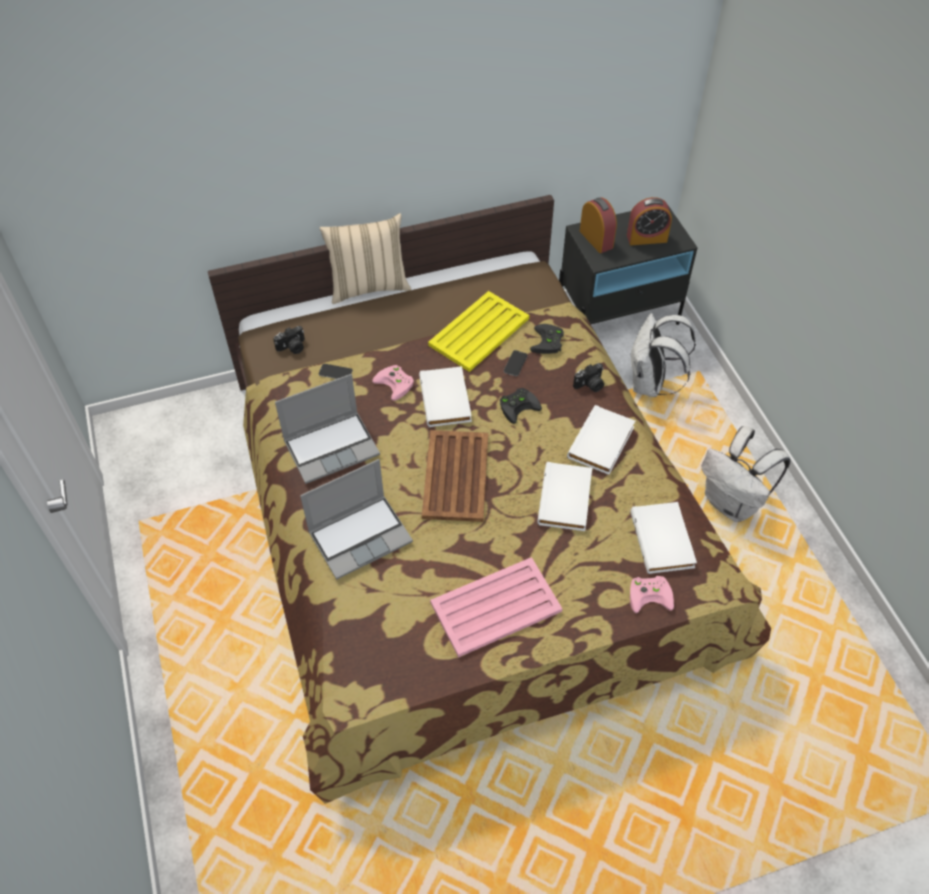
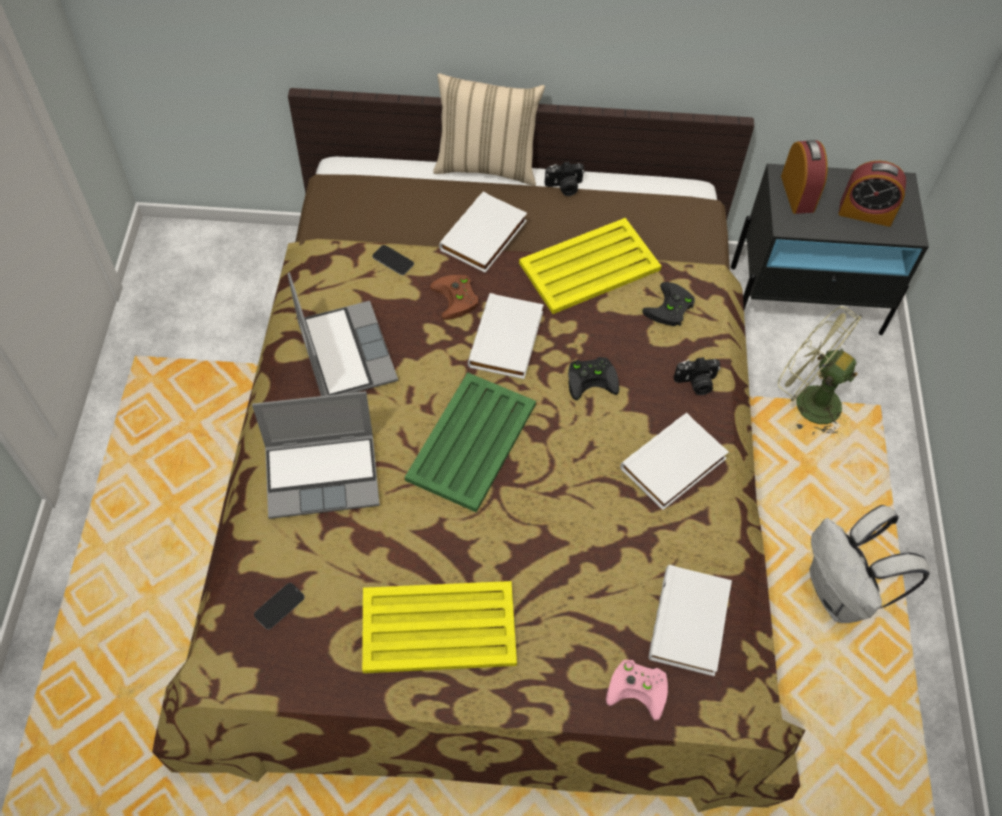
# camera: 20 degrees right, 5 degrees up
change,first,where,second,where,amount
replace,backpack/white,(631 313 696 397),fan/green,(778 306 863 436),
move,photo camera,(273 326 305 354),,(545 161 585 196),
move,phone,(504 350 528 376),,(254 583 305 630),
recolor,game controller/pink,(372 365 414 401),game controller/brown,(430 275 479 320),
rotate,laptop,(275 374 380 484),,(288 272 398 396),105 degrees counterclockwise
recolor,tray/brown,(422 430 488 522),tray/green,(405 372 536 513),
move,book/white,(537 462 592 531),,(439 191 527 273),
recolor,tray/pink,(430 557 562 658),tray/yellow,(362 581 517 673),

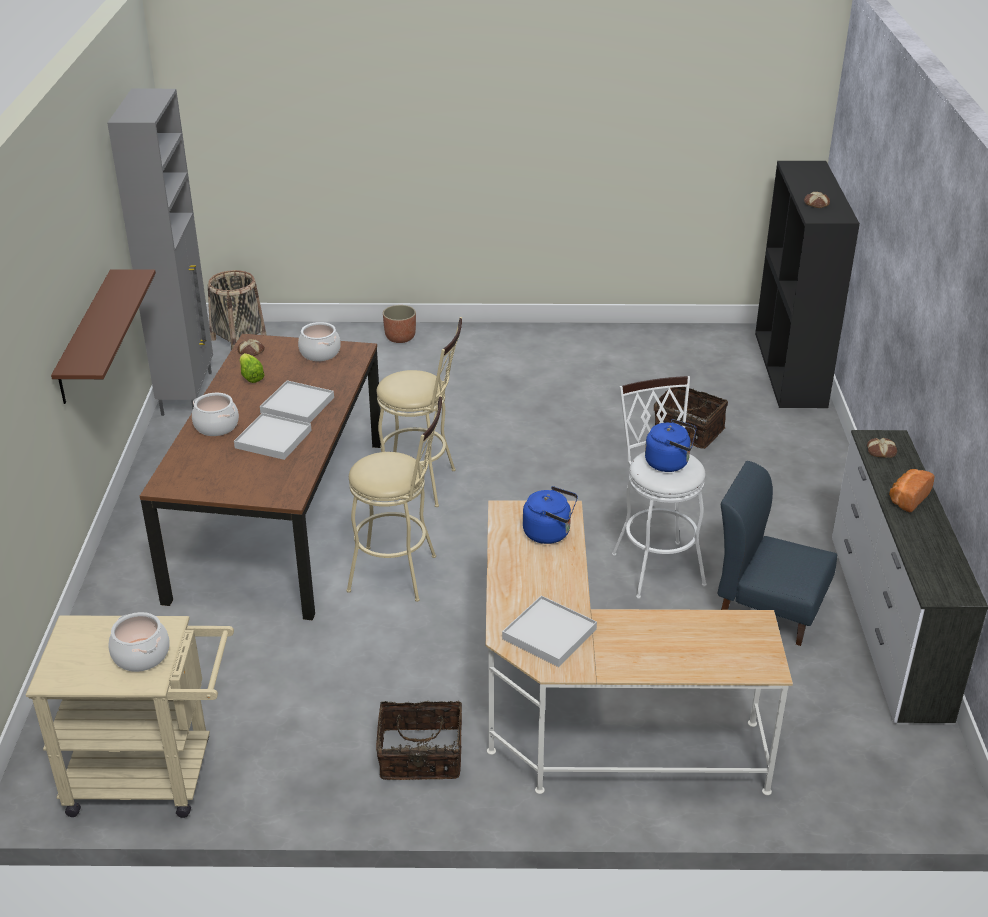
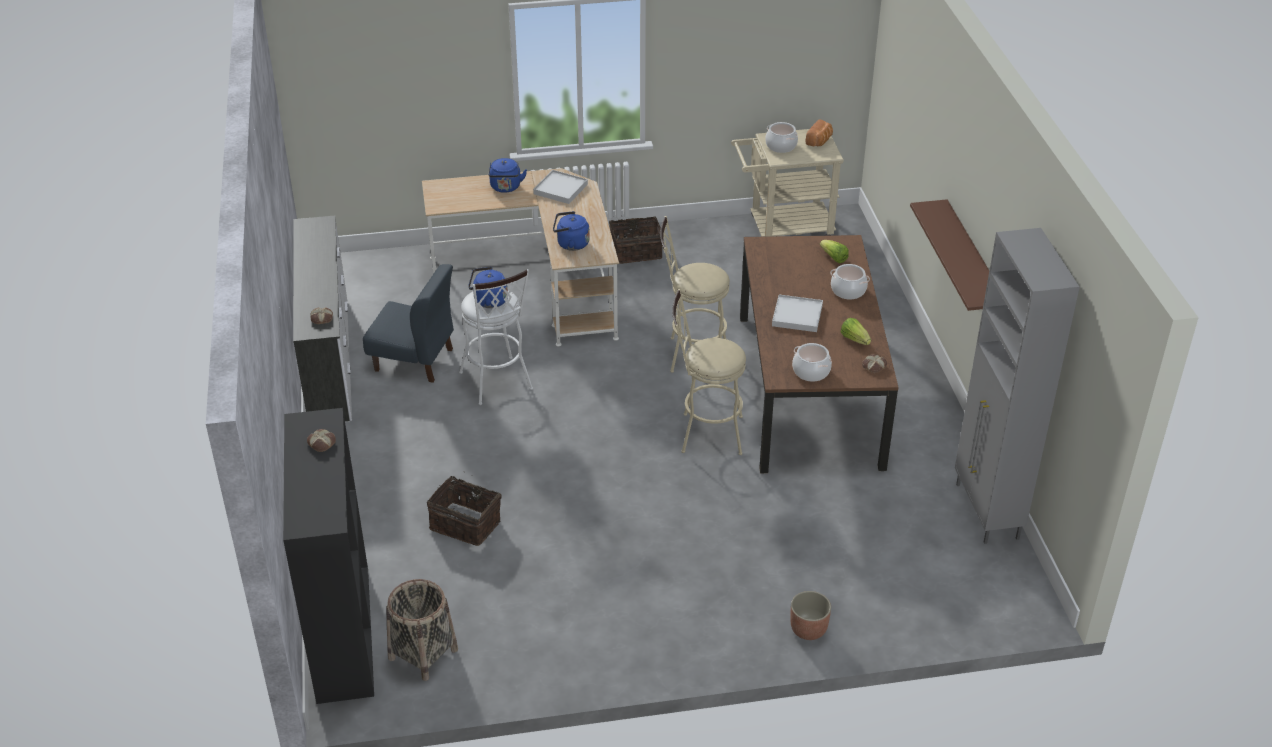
# camera: 170 degrees right, 5 degrees up
change,first,where,second,where,amount
move,basket,(208 270 266 350),,(386 579 458 681),
delete,tray/white,(234 413 312 460),,,
move,bread,(889 469 935 512),,(806 119 833 146),
insert,,,kettle/blue,(489 158 527 193),
insert,,,lettuce,(820 240 849 263),

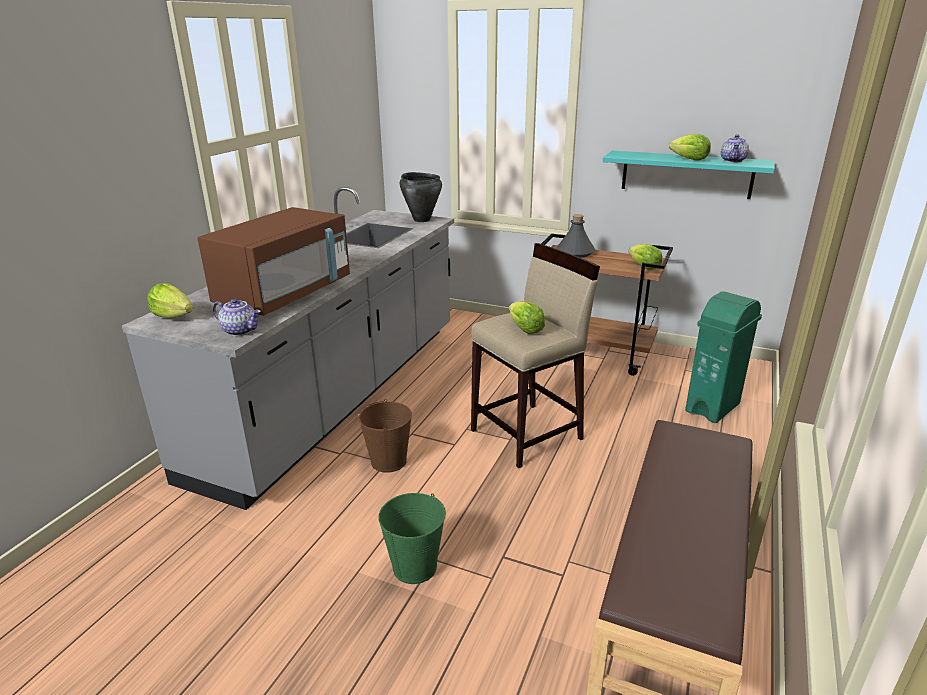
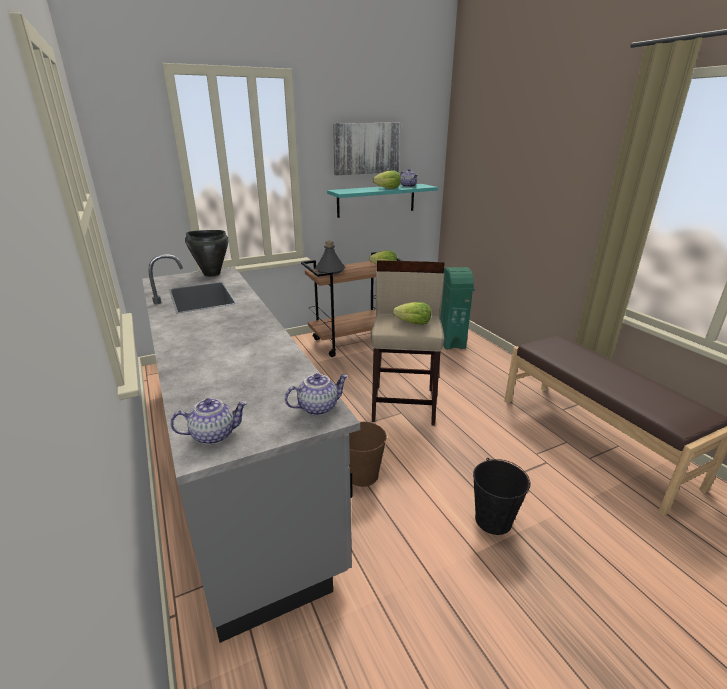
# camera: 50 degrees left, 0 degrees up
change,first,where,second,where,amount
delete,microwave/brown,(197 207 350 316),,,
replace,lettuce,(147 283 193 319),teapot,(170 398 248 445),
recolor,bucket/green,(378 493 446 584),bucket/black,(473 458 531 535),
insert,,,picture,(333 123 401 175),

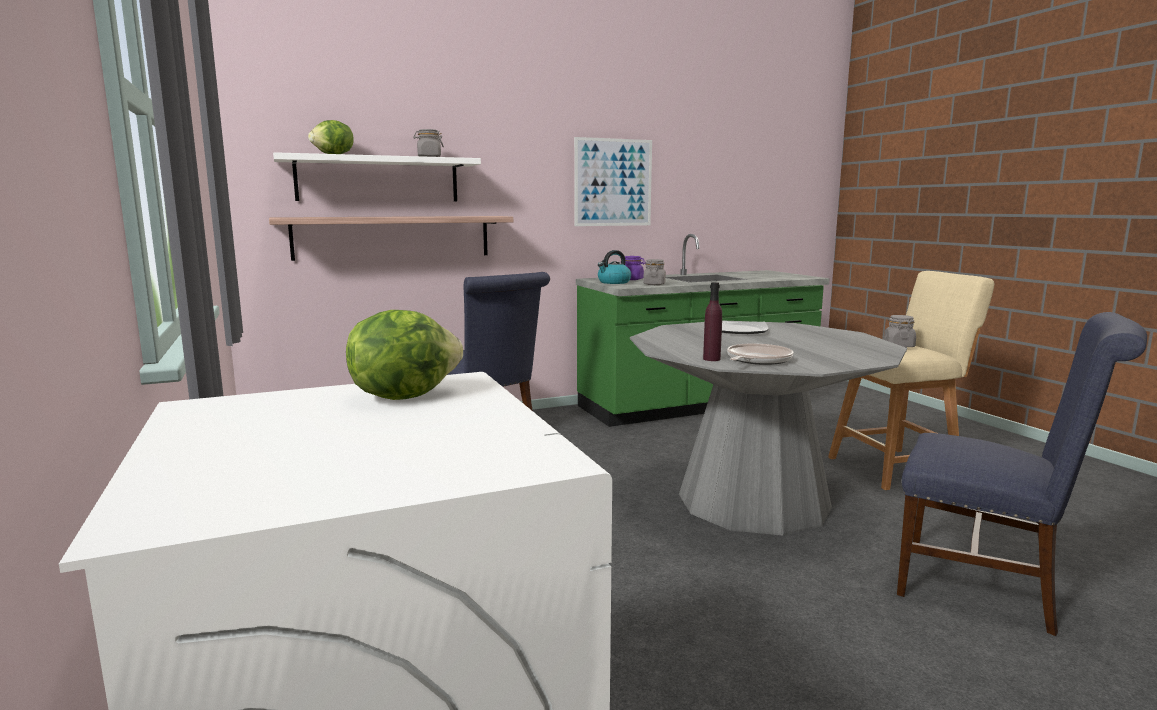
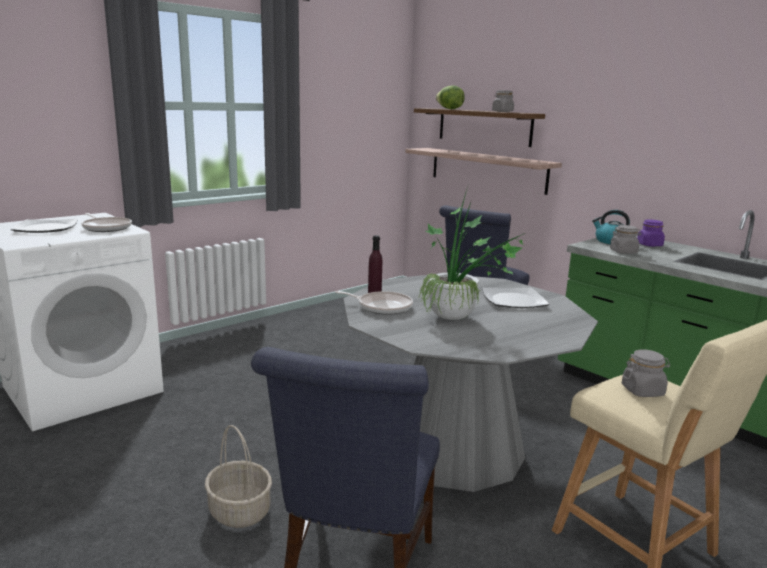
# camera: 70 degrees right, 5 degrees up
change,first,where,second,where,amount
delete,picture,(574 137 652 226),,,
recolor,shelf/white,(273 152 481 201),shelf/brown,(414 108 545 147),
replace,lettuce,(346 310 463 400),frying pan,(81 213 132 232),
insert,,,potted plant,(418 183 525 320),
insert,,,plate,(11 219 78 233),
insert,,,basket,(205 425 272 528),

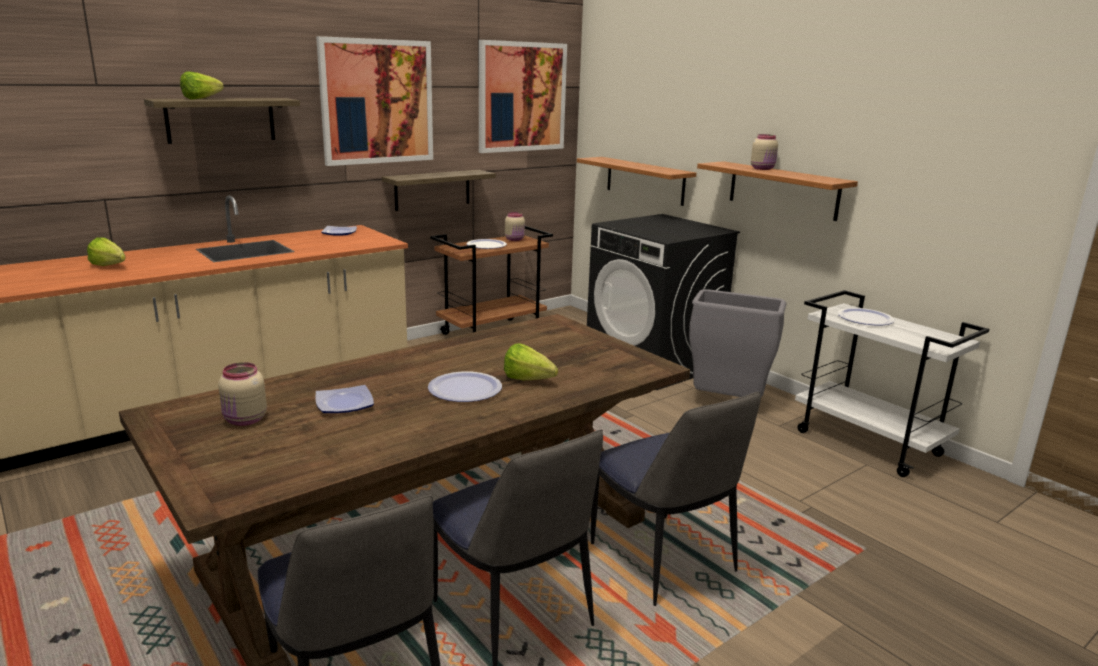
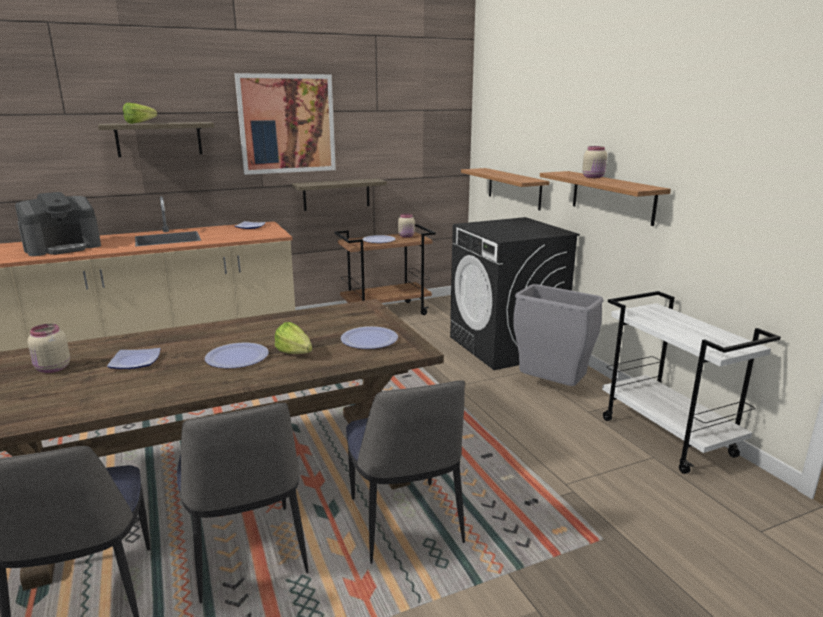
# camera: 15 degrees right, 0 degrees up
change,first,where,second,where,amount
delete,picture,(479 40 567 153),,,
replace,lettuce,(87 237 125 266),coffee machine,(15 192 101 256),
move,plate,(838 308 895 325),,(341 326 398 349),

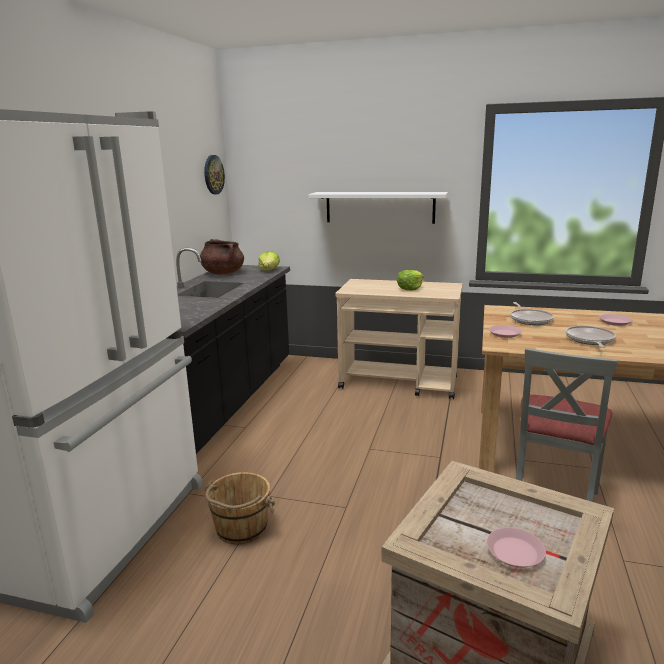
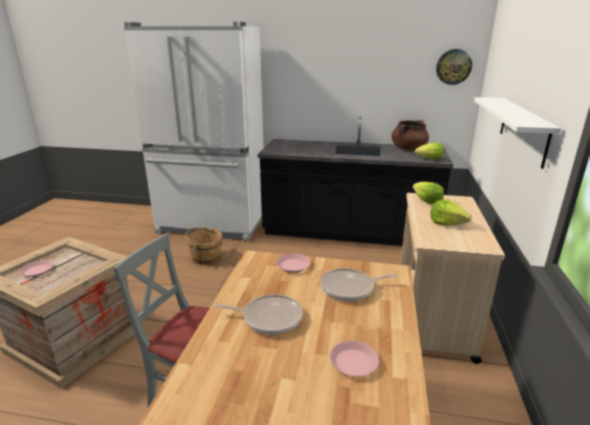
# camera: 85 degrees right, 5 degrees up
change,first,where,second,where,amount
insert,,,lettuce,(413 182 444 204),

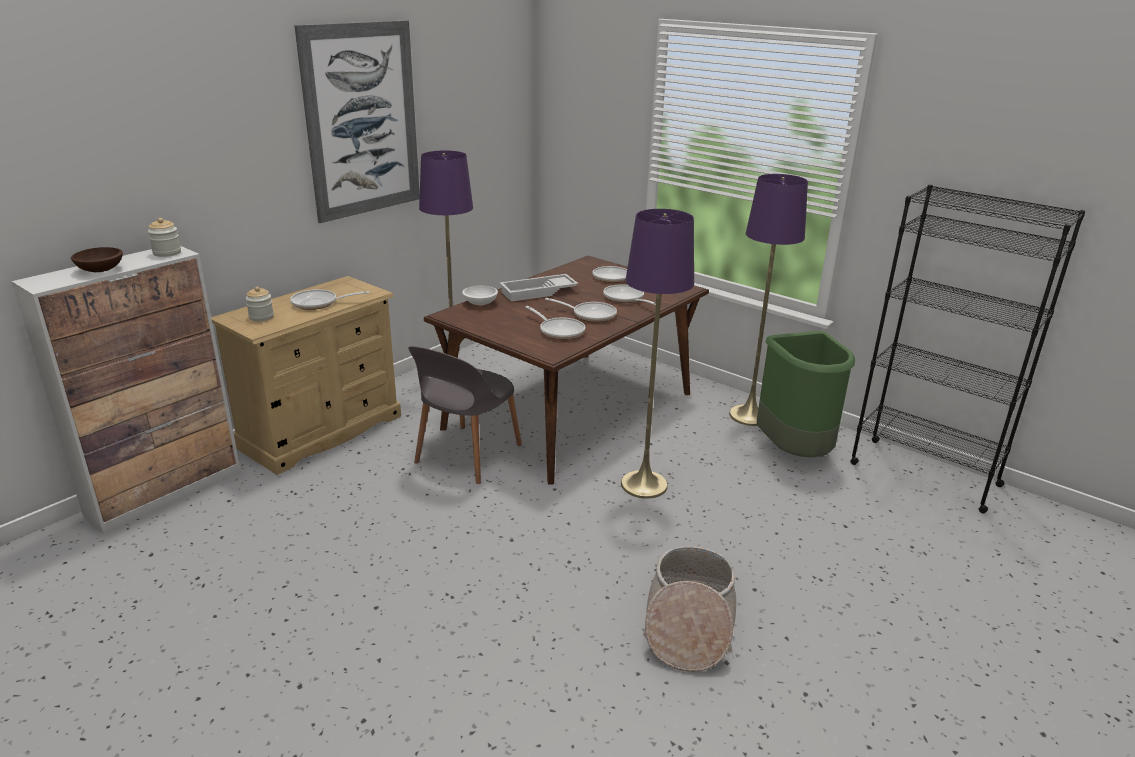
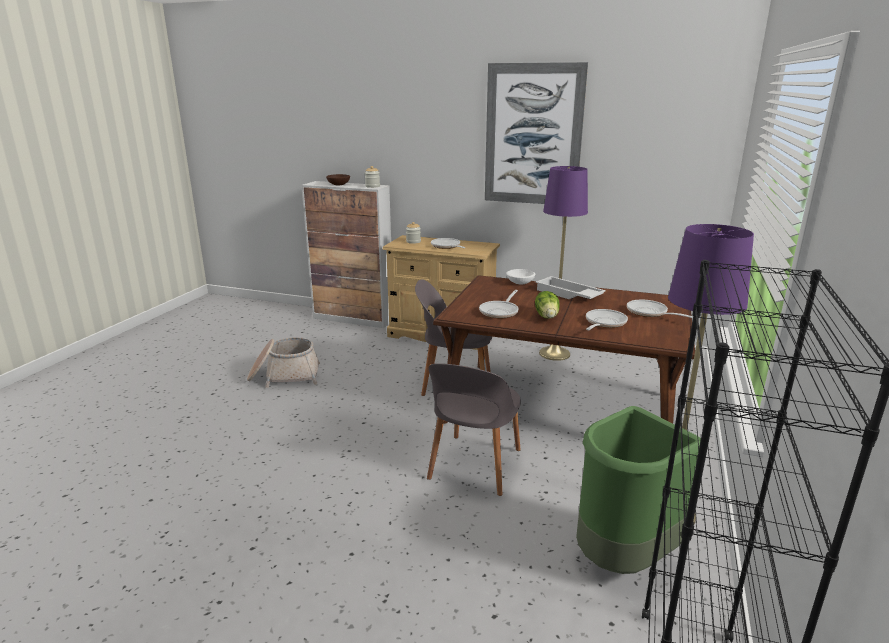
# camera: 70 degrees right, 5 degrees down
change,first,where,second,where,amount
replace,floor lamp/purple,(621 209 694 499),chair/grey,(427 363 521 496),
replace,frying pan,(545 298 617 322),lettuce,(535 291 560 319),
move,basket,(642 546 736 672),,(247 337 320 388),

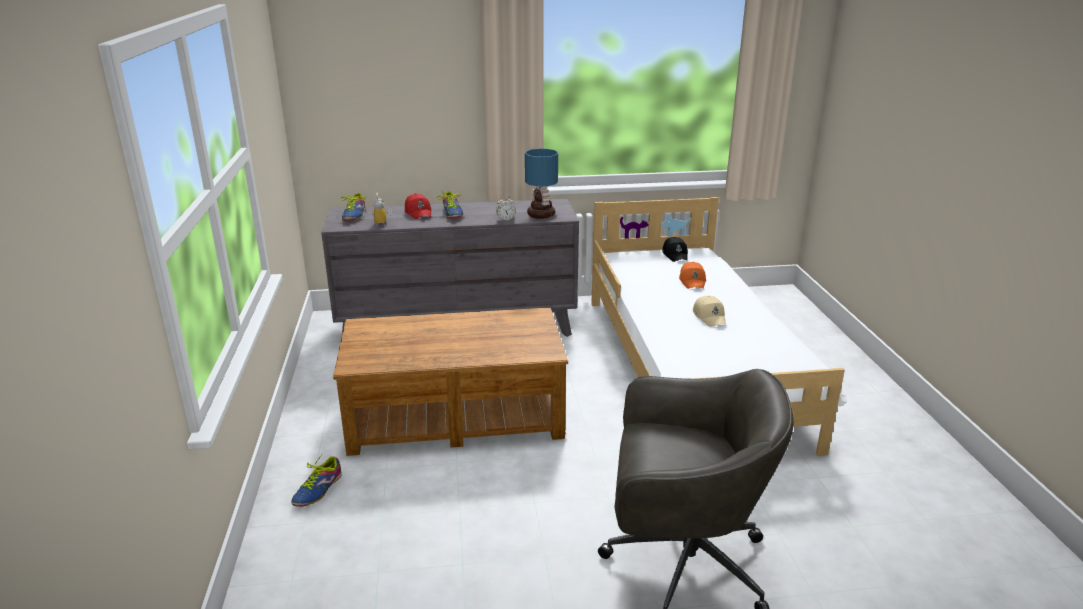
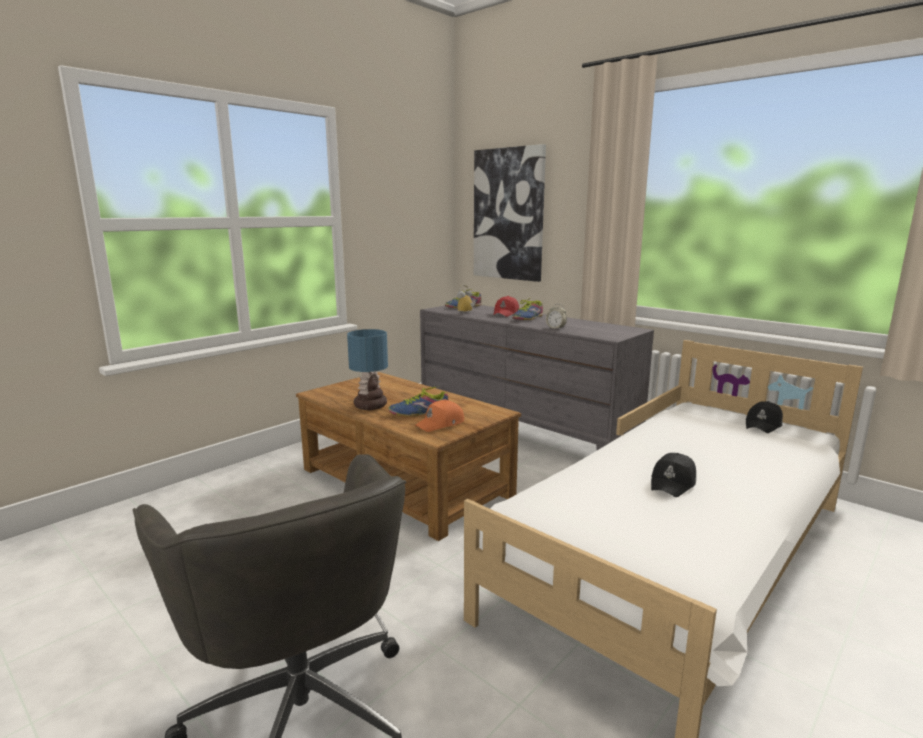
# camera: 50 degrees right, 10 degrees down
change,first,where,second,where,amount
move,table lamp,(525 148 558 219),,(347 329 388 410),
move,cap/orange,(679 262 706 289),,(415 400 464 432),
recolor,cap/beige,(693 296 726 327),cap/black,(651 453 696 497),
move,shoe,(291 453 342 507),,(388 386 449 417),
insert,,,picture,(474 144 546 282),

